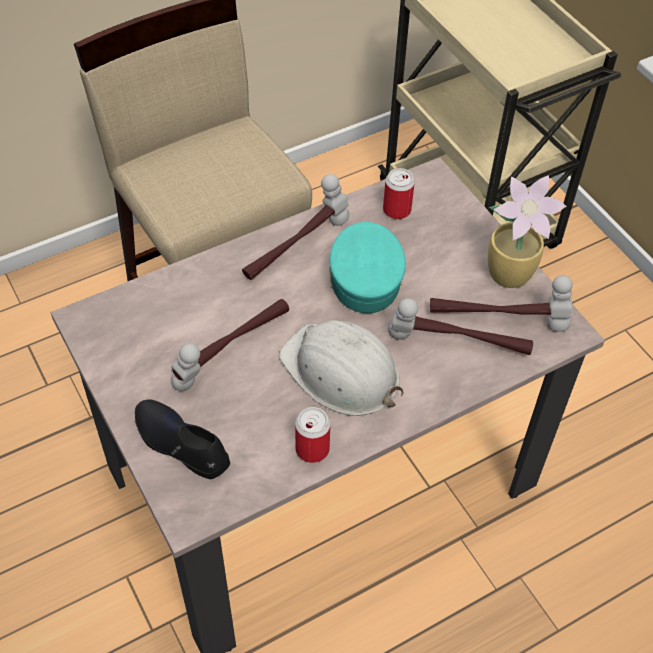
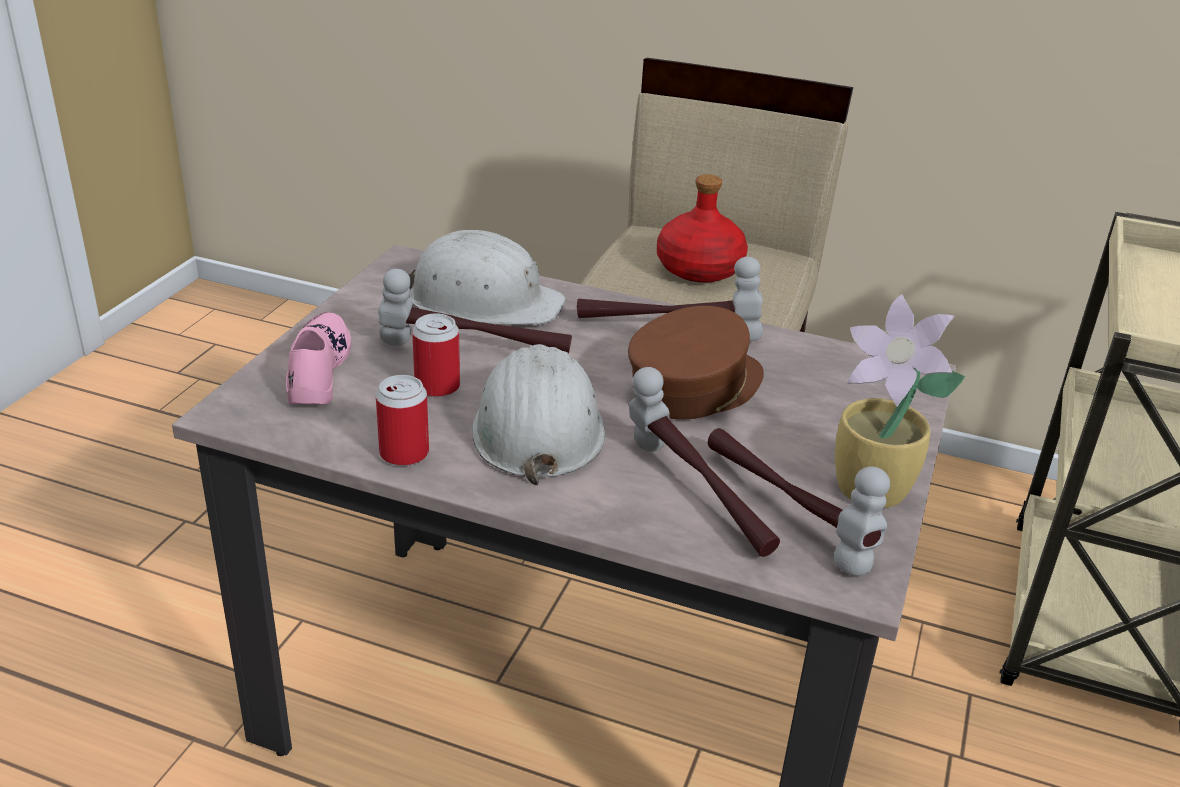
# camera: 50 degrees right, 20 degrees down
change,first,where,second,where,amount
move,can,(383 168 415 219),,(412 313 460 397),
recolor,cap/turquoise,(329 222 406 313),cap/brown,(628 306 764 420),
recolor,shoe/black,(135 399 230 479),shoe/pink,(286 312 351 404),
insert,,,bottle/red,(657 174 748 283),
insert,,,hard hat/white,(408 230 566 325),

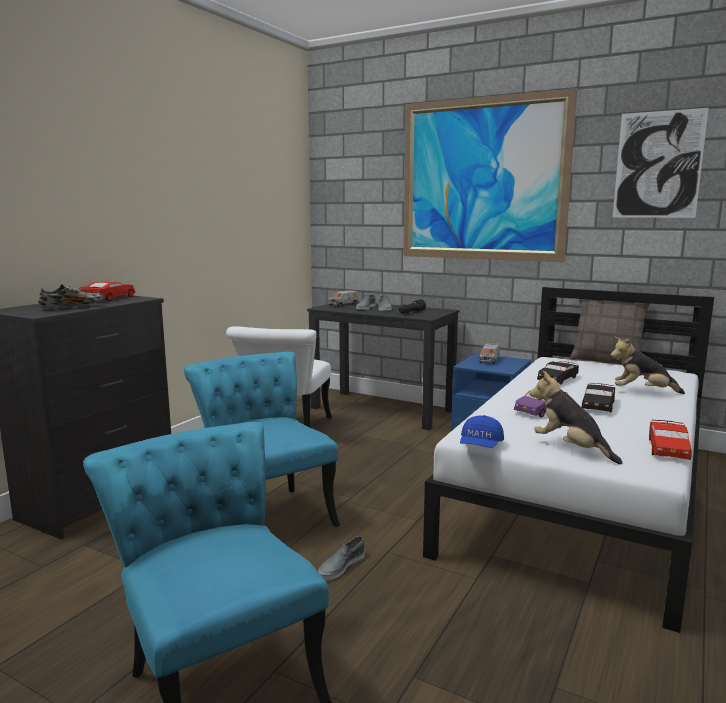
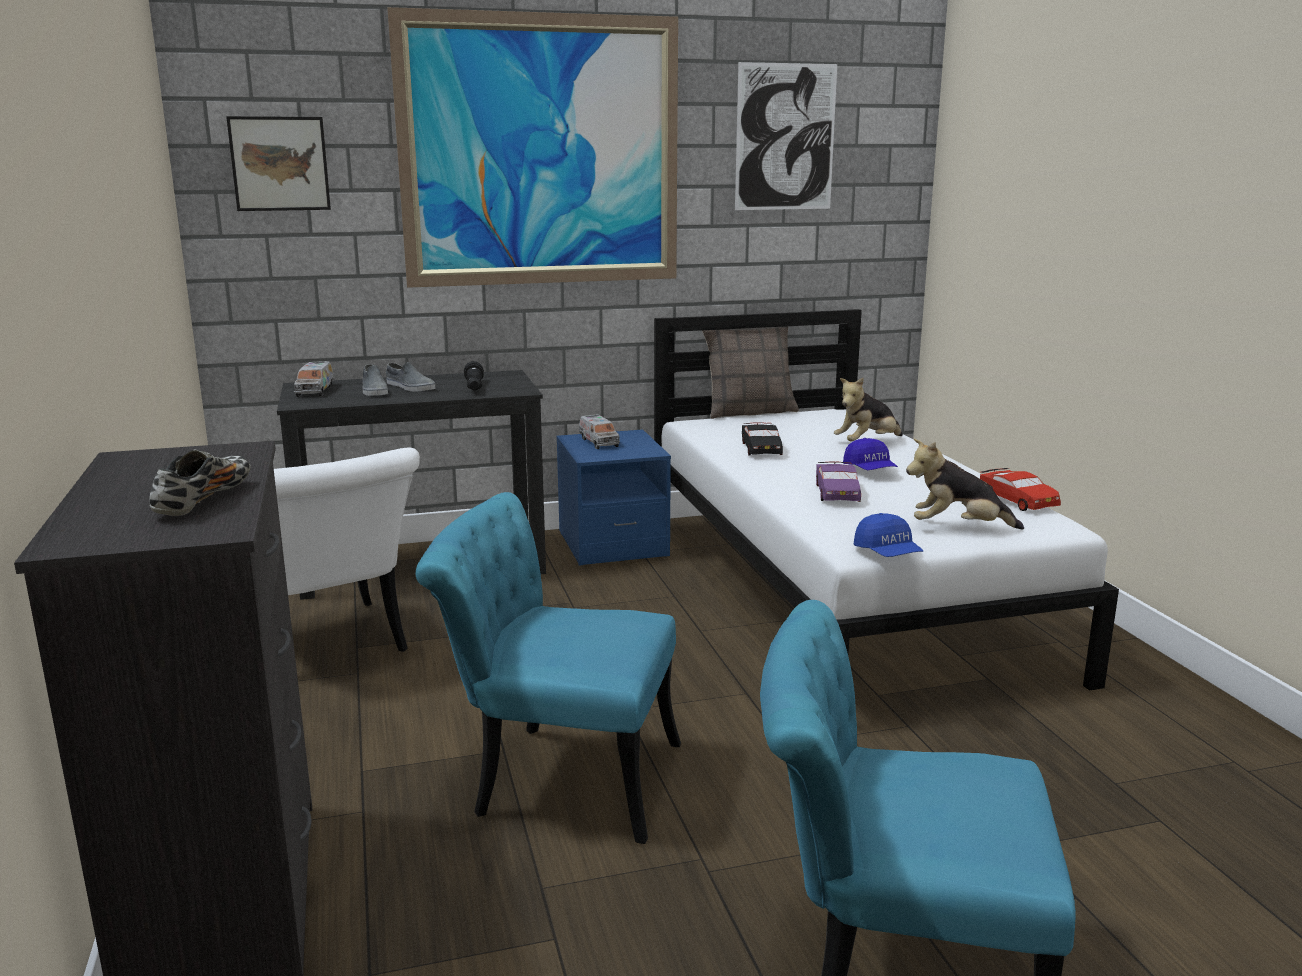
# camera: 45 degrees left, 5 degrees up
change,first,where,second,where,amount
delete,toy car/red,(79 281 135 301),,,
replace,toy car/black,(582 383 615 413),cap/blue,(843 438 898 470),
delete,shoe/grey,(318 536 365 580),,,
insert,,,picture,(226 116 331 211),

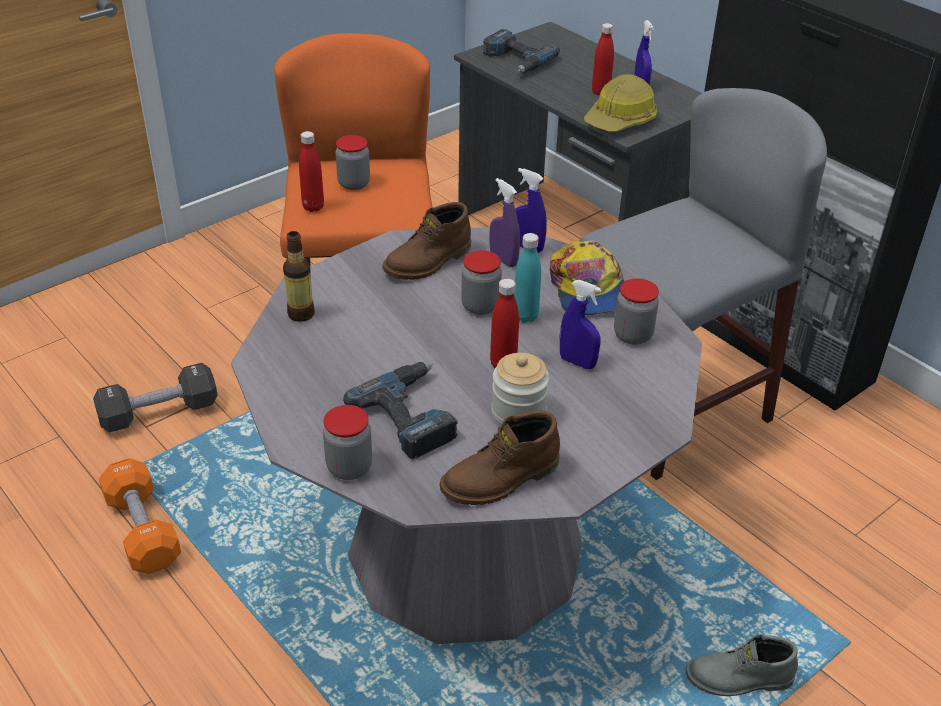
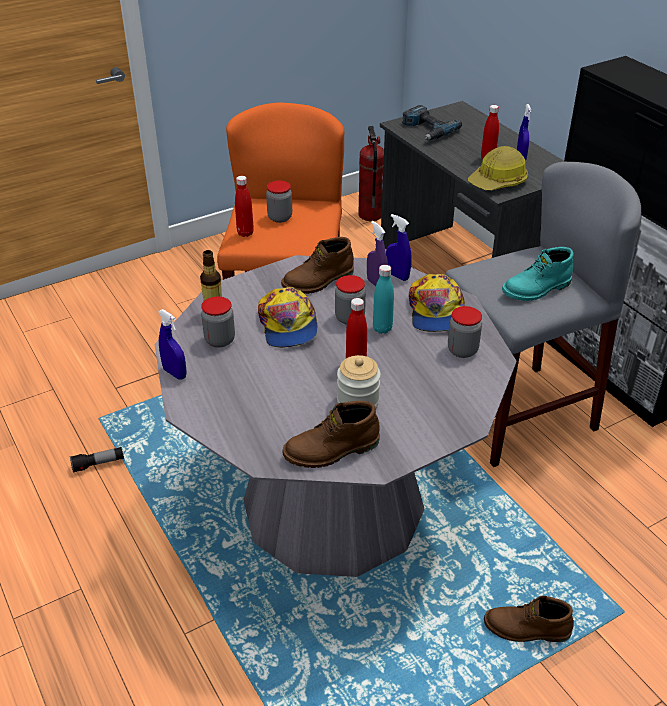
# camera: 10 degrees right, 0 degrees up
change,first,where,second,where,amount
move,spray bottle/blue,(560 280 602 369),,(158 309 186 380),
delete,power drill,(343 362 458 459),,,
delete,dumbbell/black,(93 363 218 432),,,
move,jar,(323 405 372 480),,(201 296 235 348),
replace,dumbbell/orange,(99 458 181 574),flashlight,(70 447 124 473),
recolor,boot/grey,(685 634 798 696),boot/brown,(484 596 574 642),
insert,,,fire extinguisher,(358 126 384 221),
insert,,,boot/turquoise,(502 247 574 301),
insert,,,cap,(258 287 318 348),

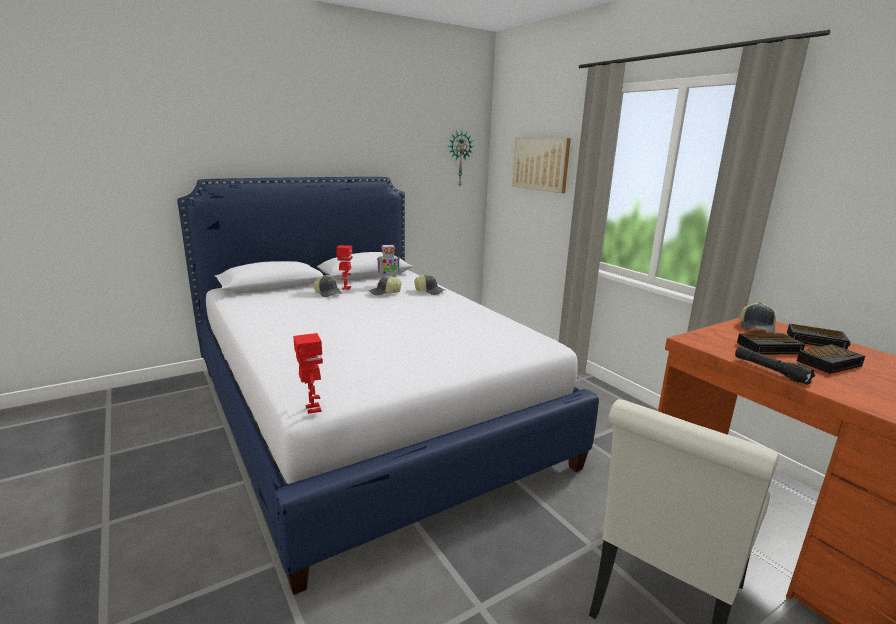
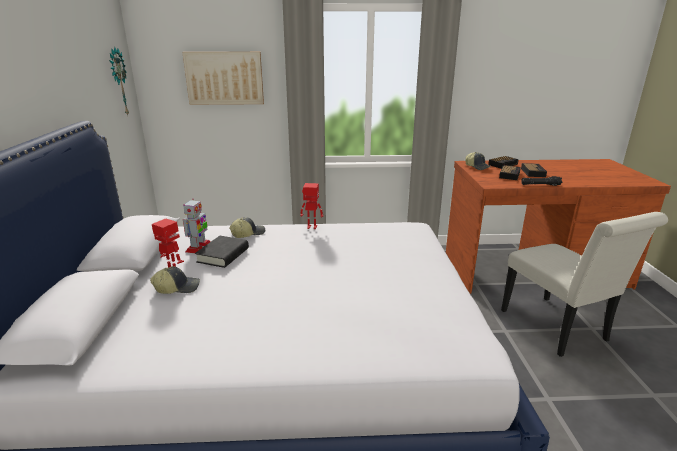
# camera: 60 degrees left, 5 degrees up
change,first,where,second,where,amount
replace,cap,(368 276 402 296),book/black,(195 236 249 268),
move,toy robot,(293 333 323 414),,(300 183 324 229),

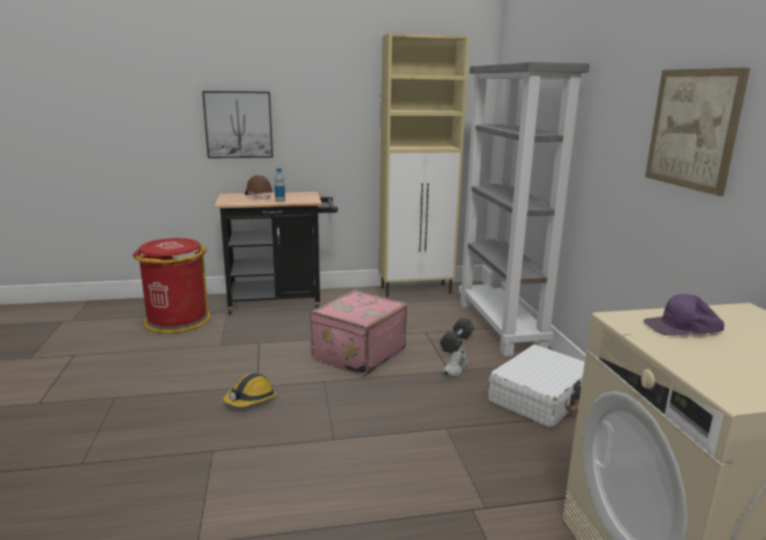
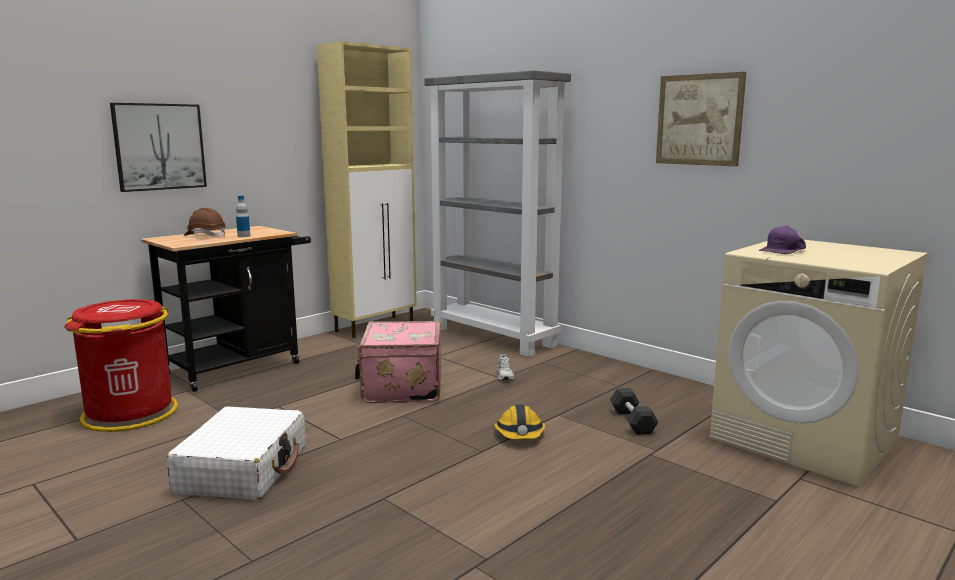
# camera: 35 degrees left, 5 degrees down
change,first,where,second,where,amount
move,dumbbell/black,(440 318 474 353),,(610 388 659 435),
move,suitcase/white,(488 345 585 428),,(166 406 306 500),
move,hard hat,(223 373 276 407),,(494 405 545 439),

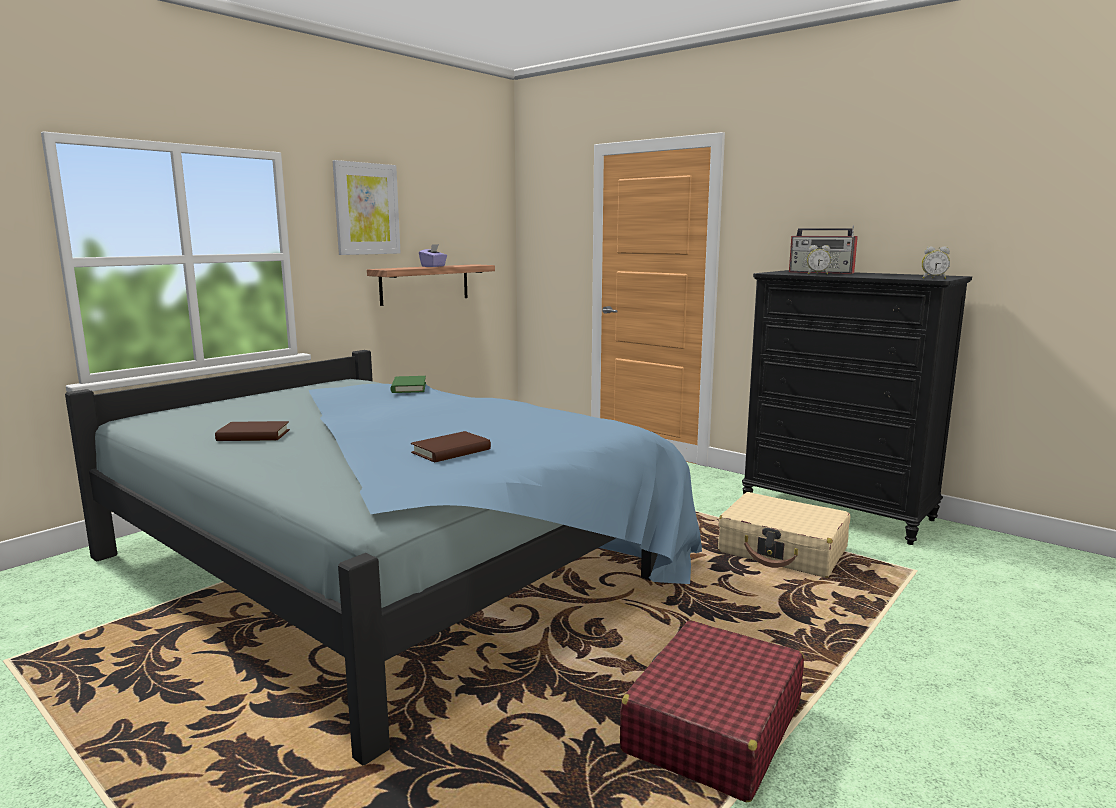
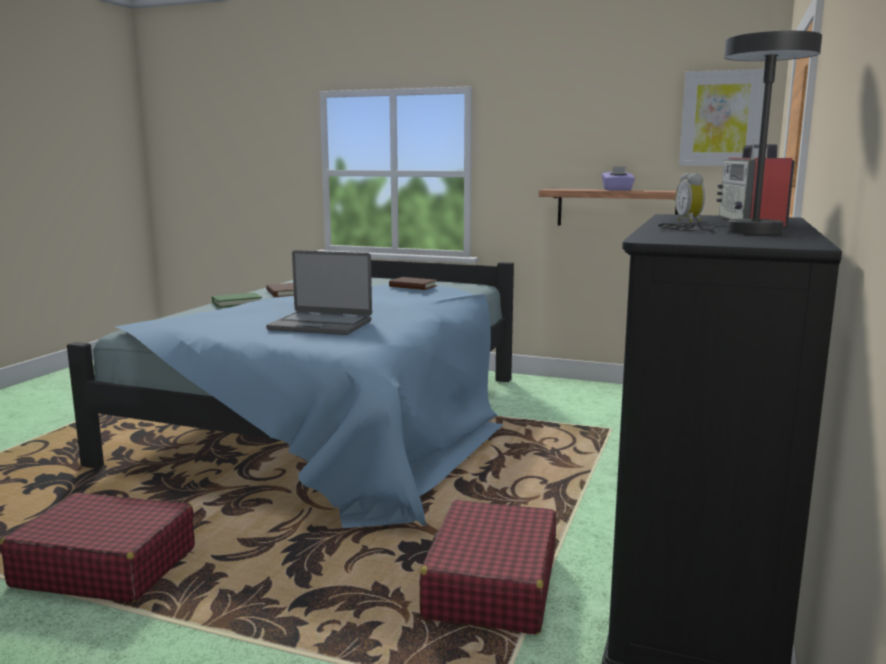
# camera: 70 degrees right, 0 degrees up
change,first,where,second,where,amount
move,picture,(333 160 401 255),,(679 69 765 166),
delete,alarm clock,(922 247 950 279),,,
move,book/green,(391 376 426 393),,(212 293 262 308),
move,book/brown,(411 431 491 462),,(389 277 437 290),
recolor,suitcase/beige,(718 492 850 578),suitcase/red,(419 500 556 635),
insert,,,table lamp/grey,(658 31 822 235),
insert,,,laptop,(266 250 372 335),

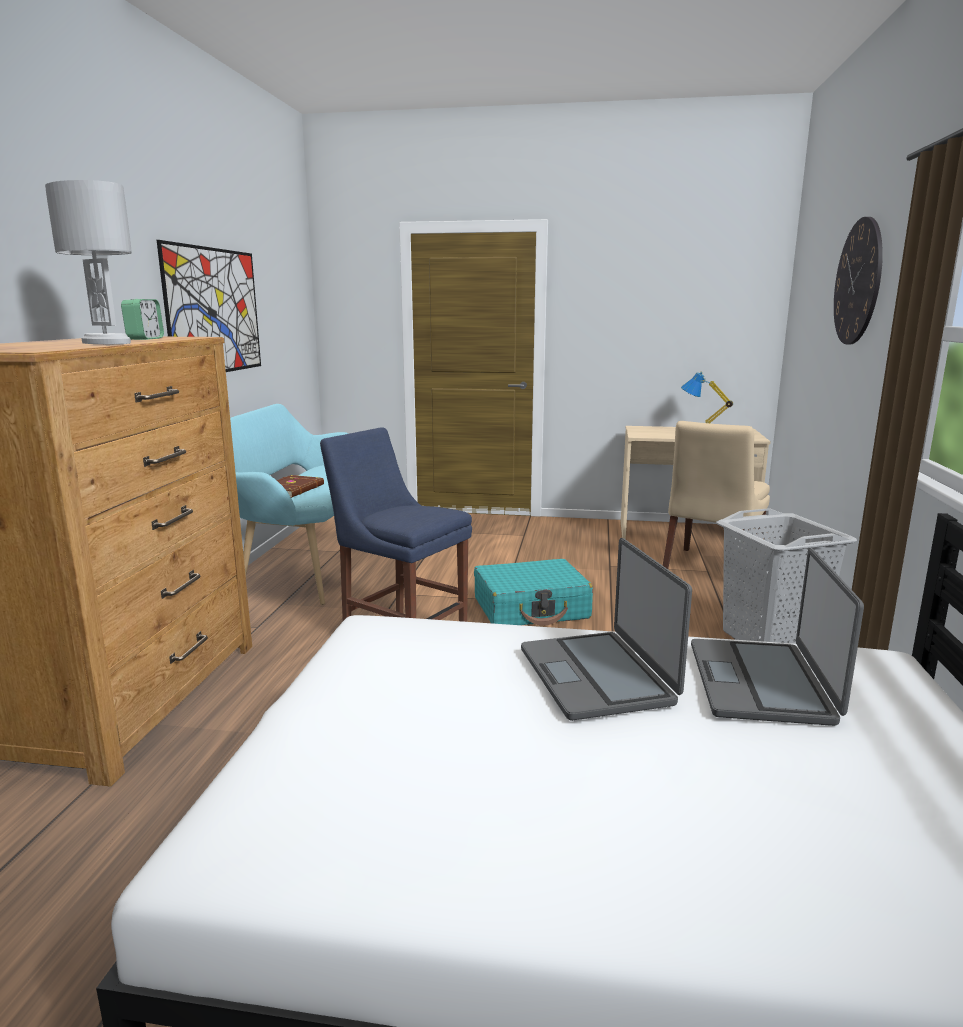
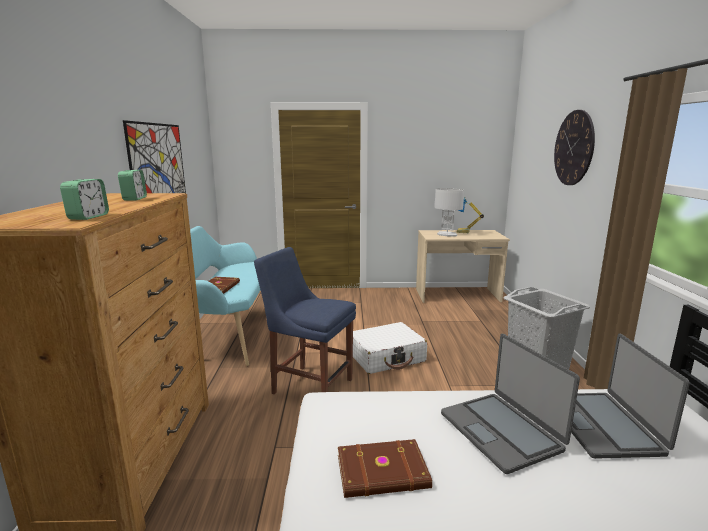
# camera: 10 degrees left, 0 degrees up
change,first,where,second,where,amount
move,table lamp/white,(45 180 132 344),,(435 188 464 237),
delete,chair/beige,(663 421 770 569),,,
recolor,suitcase/turquoise,(474 559 593 626),suitcase/white,(353 322 427 374),
insert,,,alarm clock,(60 179 109 220),
insert,,,book/brown,(338 439 432 498),

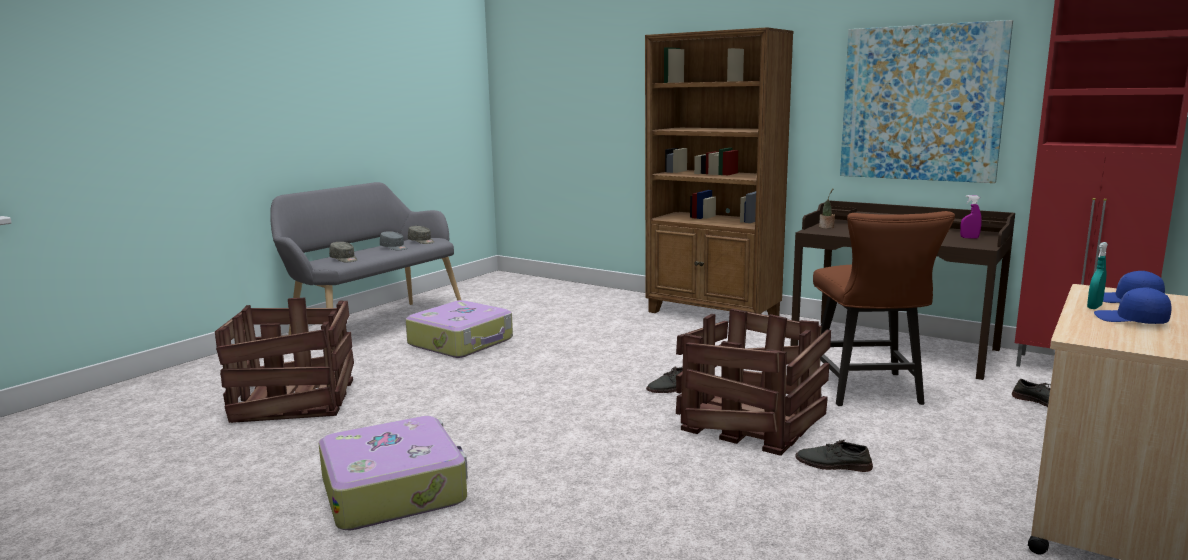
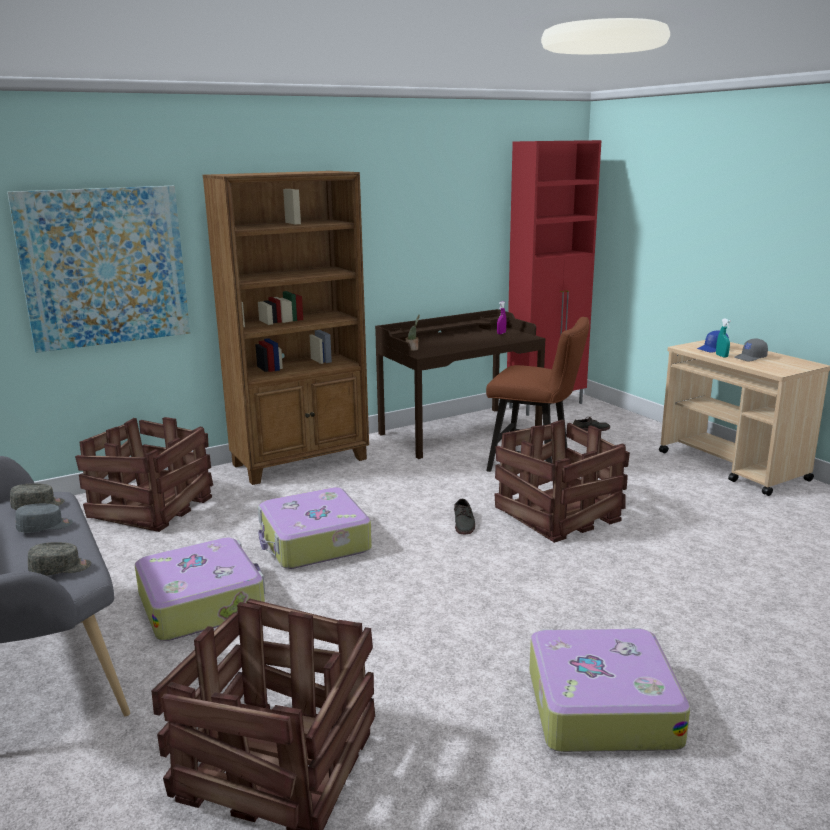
# camera: 65 degrees left, 5 degrees up
change,first,where,second,where,amount
move,picture,(840 20 1013 183),,(7 186 190 353),
recolor,cap/blue,(1094 288 1172 324),cap/grey,(734 338 768 361),
delete,shoe/grey,(795 440 873 472),,,
insert,,,crate,(75 417 213 532),
insert,,,suitcase,(258 487 372 569),

